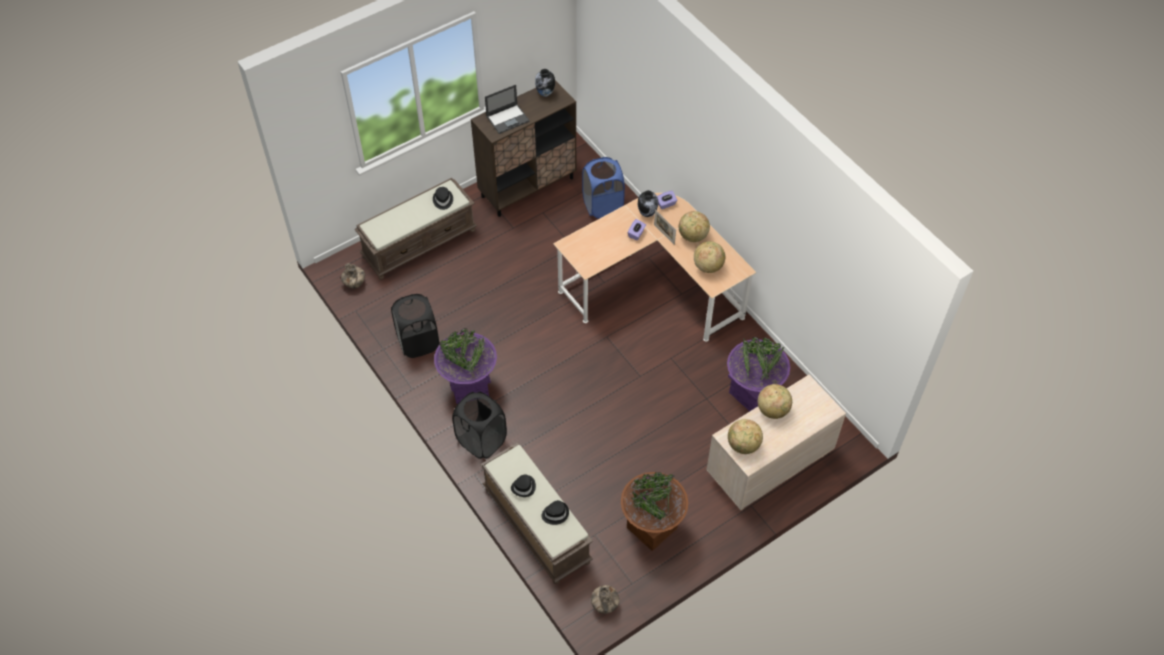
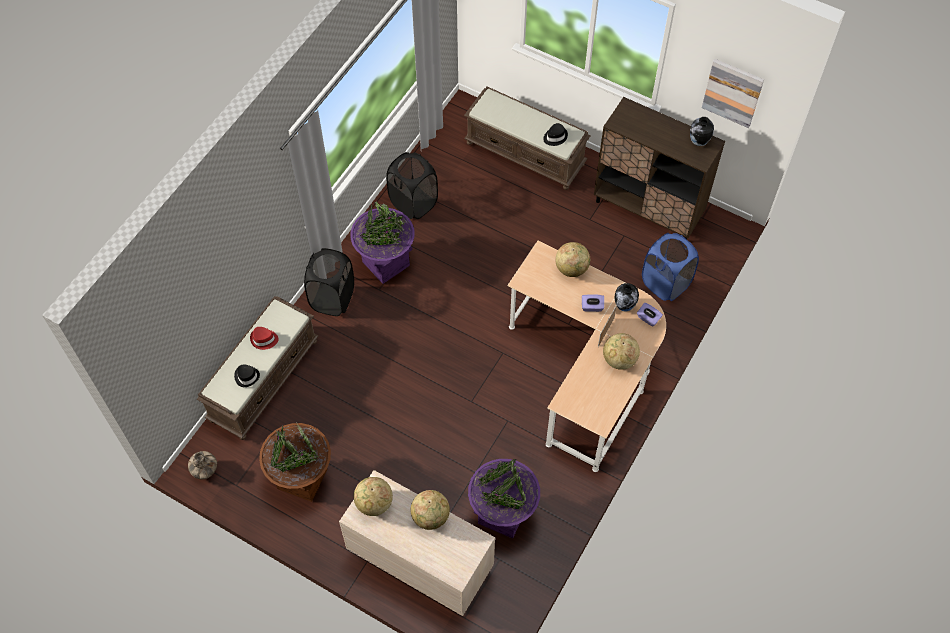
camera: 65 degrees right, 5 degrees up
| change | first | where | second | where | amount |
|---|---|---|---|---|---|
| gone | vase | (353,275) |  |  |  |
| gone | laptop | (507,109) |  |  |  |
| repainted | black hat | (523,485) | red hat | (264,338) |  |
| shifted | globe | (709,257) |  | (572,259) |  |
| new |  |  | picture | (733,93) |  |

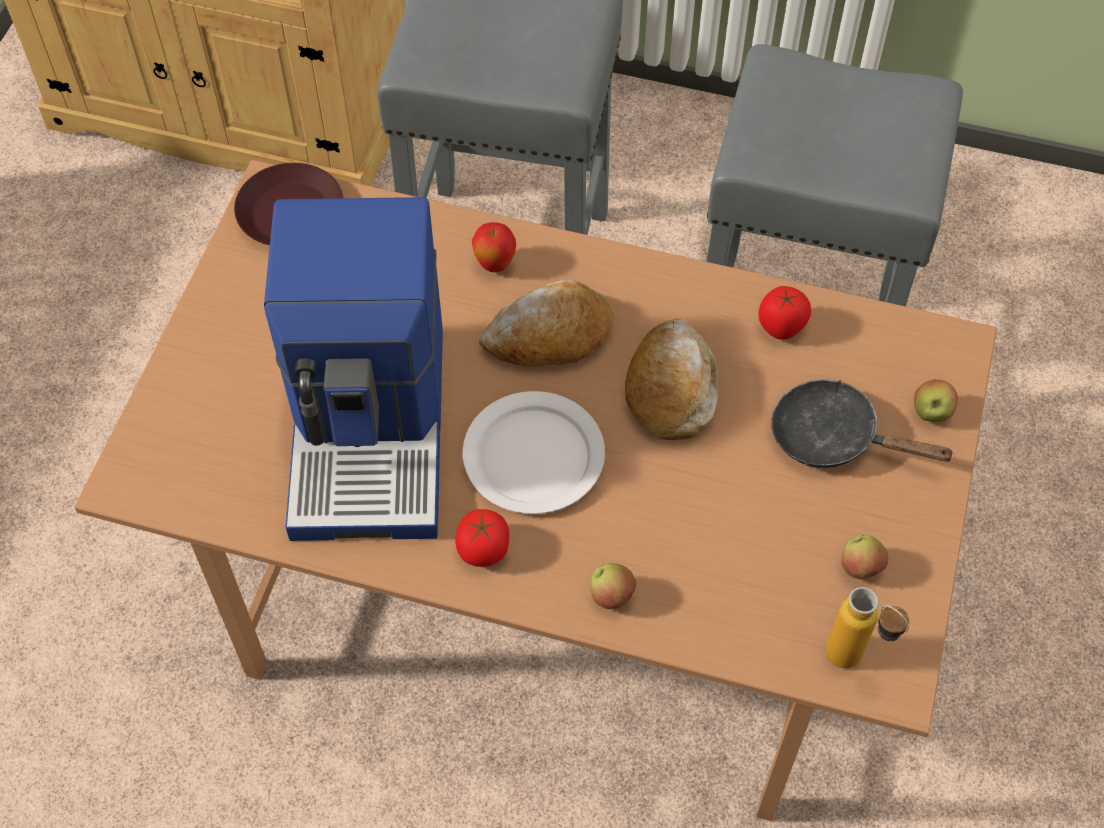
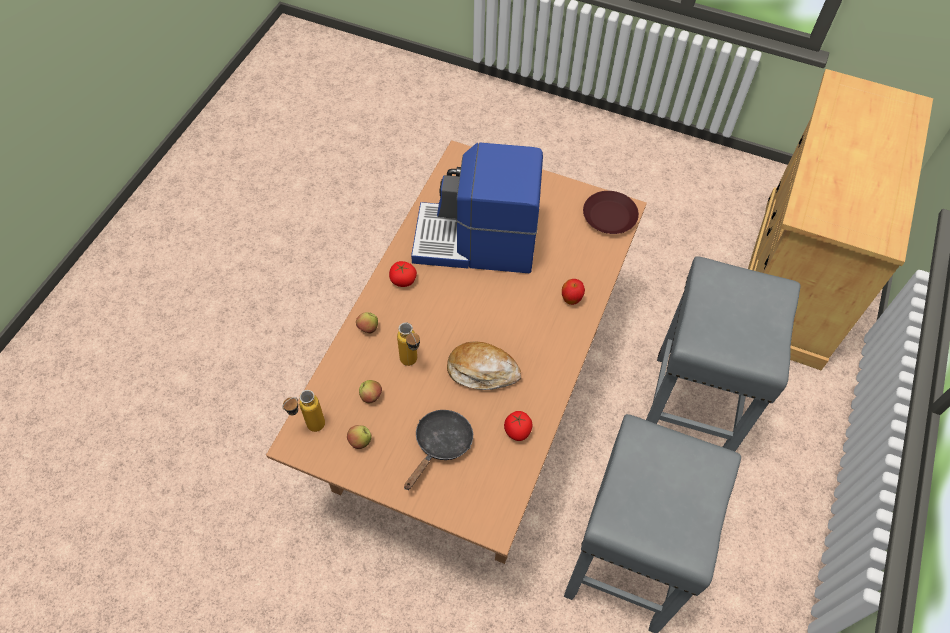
camera: 95 degrees right, 0 degrees up
| change | first | where | second | where | amount |
|---|---|---|---|---|---|
| gone | white plate | (534,452) |  |  |  |
| gone | bread | (546,323) |  |  |  |
| shifted | apple | (936,400) |  | (370,391) |  |
| new |  |  | bottle | (408,344) |  |

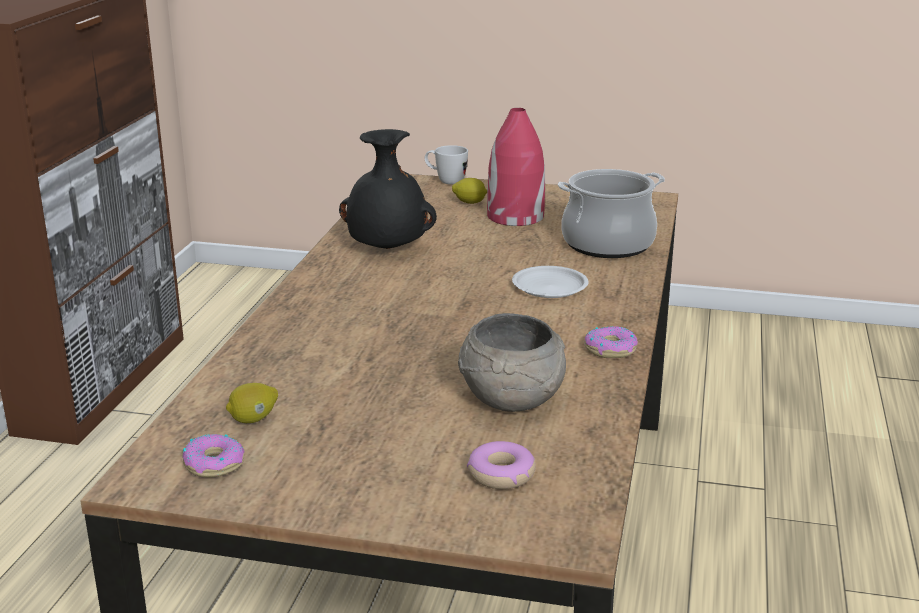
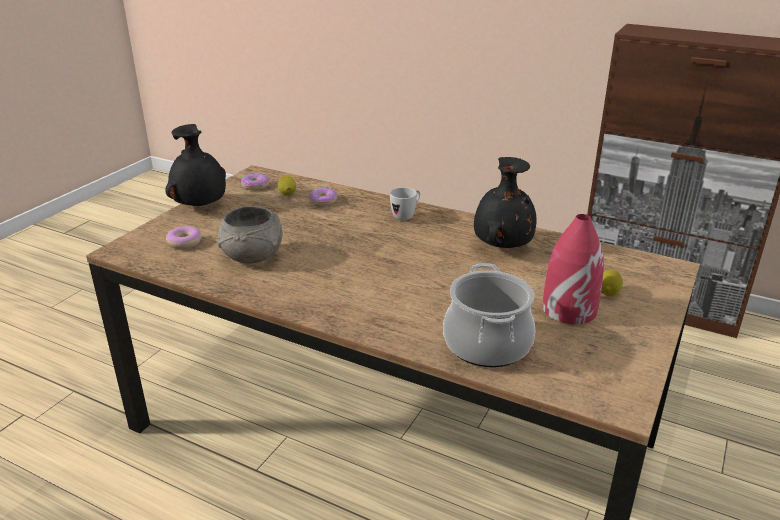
camera: 105 degrees right, 5 degrees up
| change | first | where | second | where | amount |
|---|---|---|---|---|---|
| shifted | white mug | (446,165) |  | (405,203) |  |
| gone | white plate | (550,282) |  |  |  |
| shifted | donut | (611,342) |  | (323,196) |  |
| new |  |  | black vase | (195,165) |  |

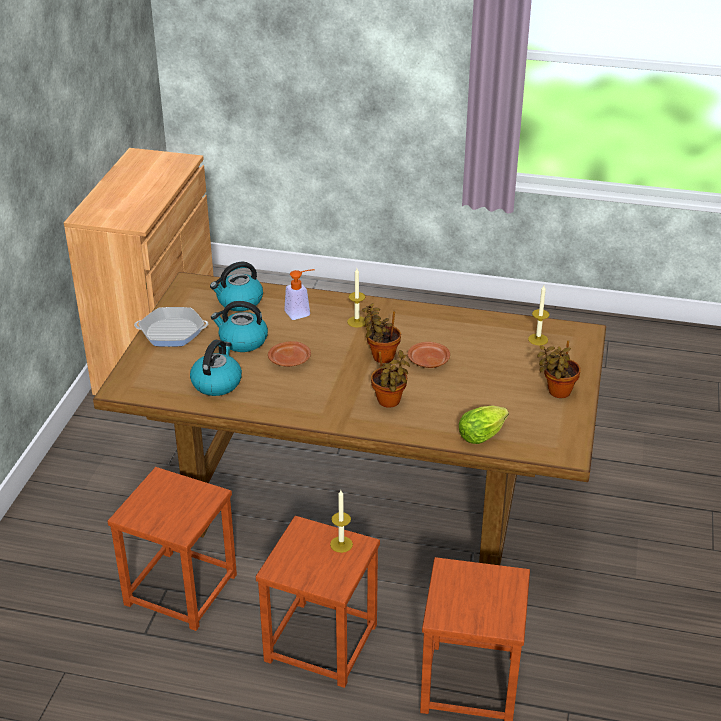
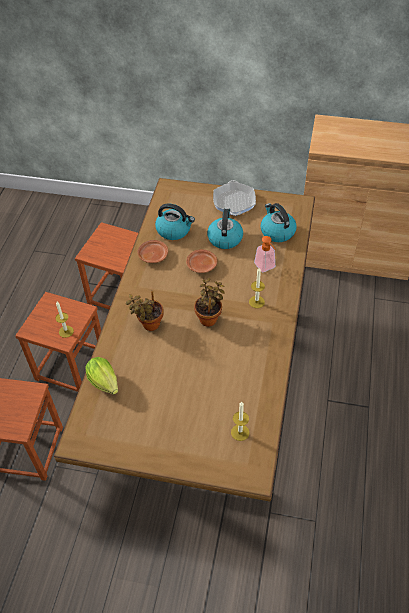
camera: 90 degrees right, 15 degrees up
| change | first | where | second | where | amount |
|---|---|---|---|---|---|
| shifted | brown plate | (428,355) |  | (152,251) |  |
| gone | potted plant | (559,369) |  |  |  |

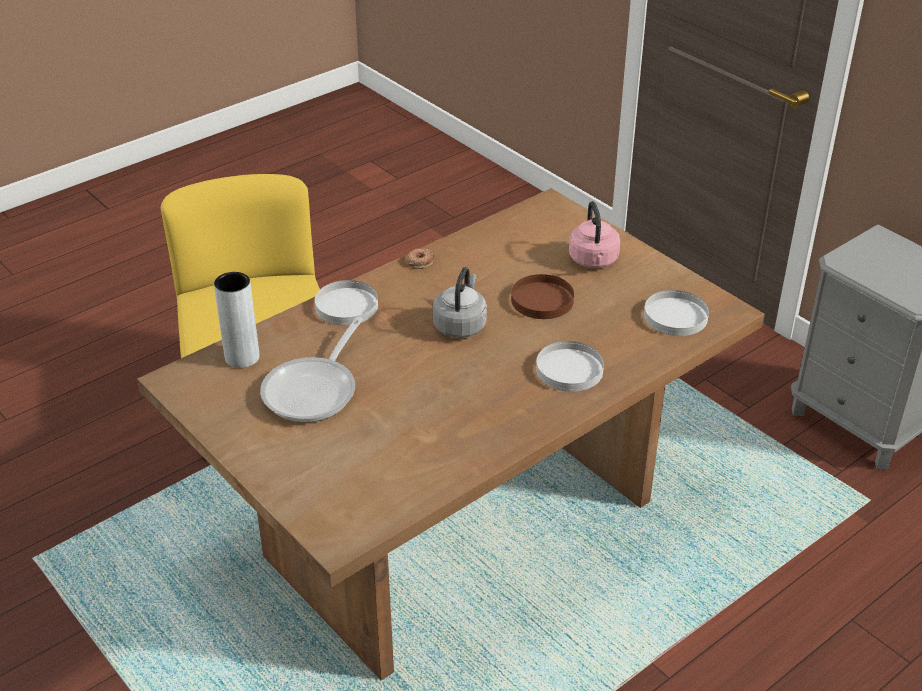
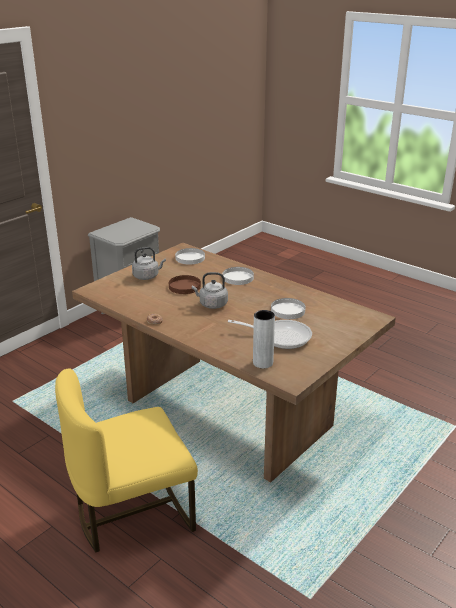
camera: 100 degrees left, 10 degrees down
| change | first | where | second | where | amount |
|---|---|---|---|---|---|
| shifted | white plate | (346,302) |  | (288,308) |  |
| repainted | pink kettle | (594,234) | grey kettle | (149,263) |  |

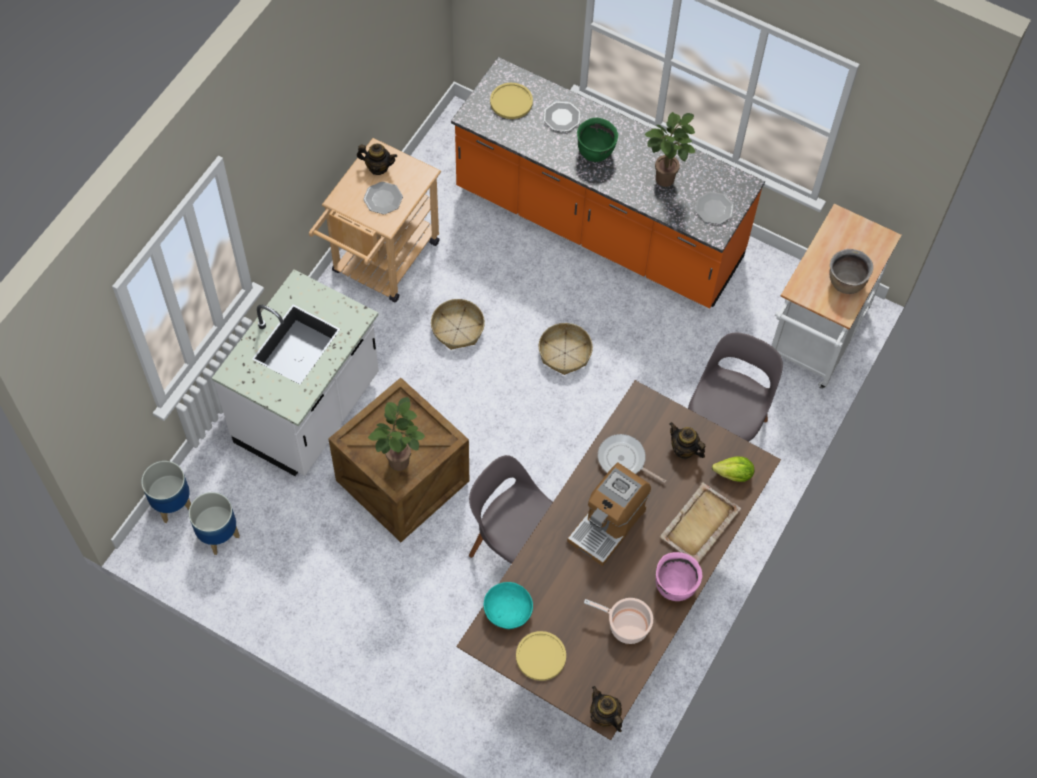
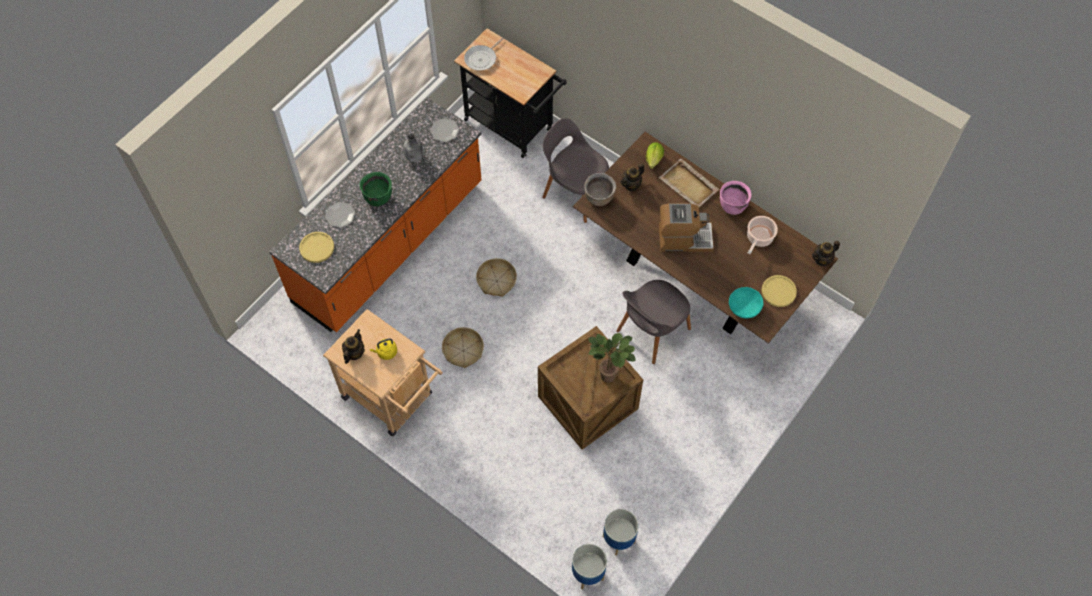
camera: 80 degrees left, 0 degrees up
| change | first | where | second | where | amount |
|---|---|---|---|---|---|
| gone | white counter | (295,372) |  |  |  |
| swapped | plate | (383,198) | yellow kettle | (383,349) |  |
| rotated | coffee machine | (609,514) |  | (686,227) | 45 degrees counterclockwise |
| shifted | frying pan | (632,458) |  | (483,54) |  |
| swapped | potted plant | (670,149) | grey bottle | (413,147) |  |
| repainted | white cart | (836,296) | black cart | (510,93) |  |
| shifted | brown cooking pot | (851,271) |  | (600,189) |  |

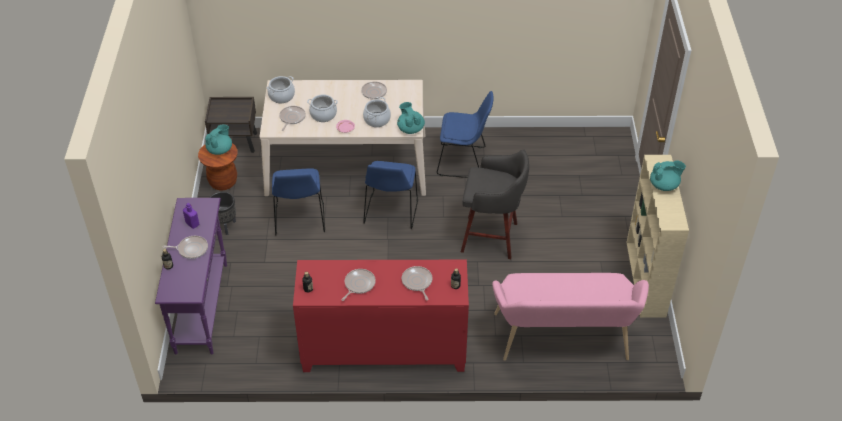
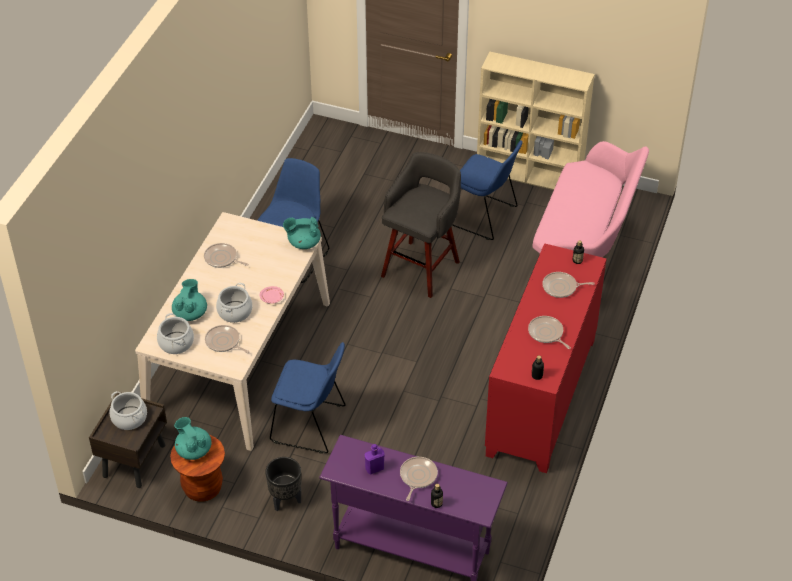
camera: 70 degrees left, 0 degrees up
| change | first | where | second | where | amount |
|---|---|---|---|---|---|
| shifted | cooking pot | (377,112) |  | (128,410) |  |
| shifted | blue chair | (390,195) |  | (487,190) |  |
| shifted | turquoise teapot | (668,175) |  | (189,300) |  |

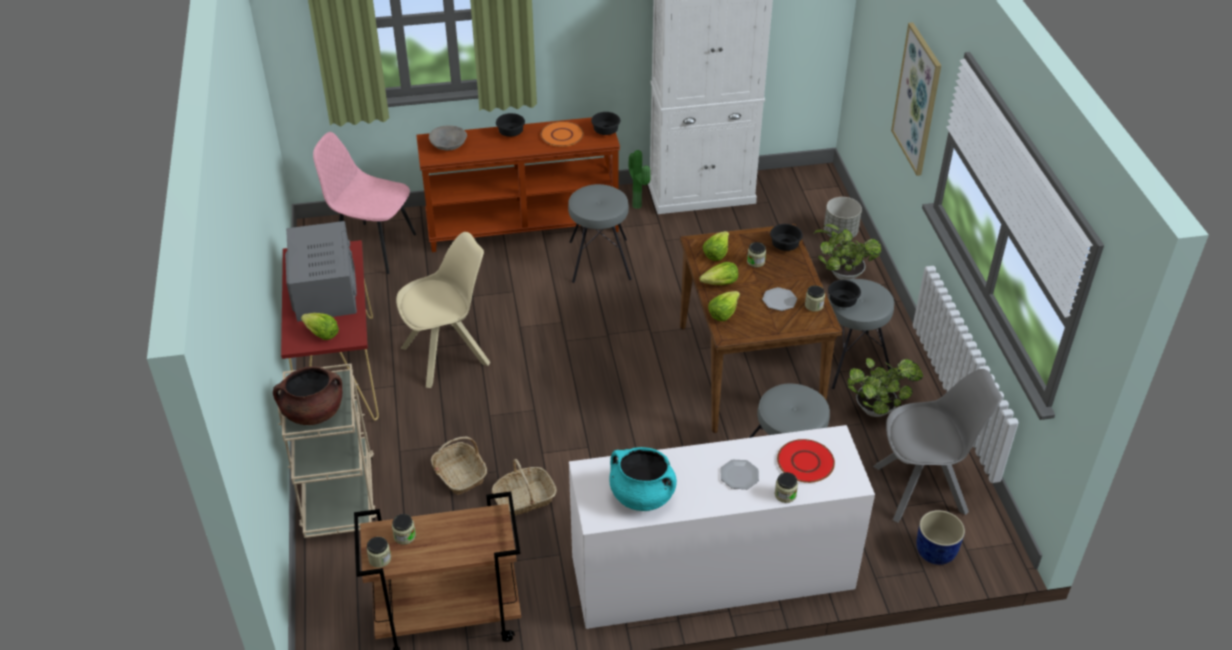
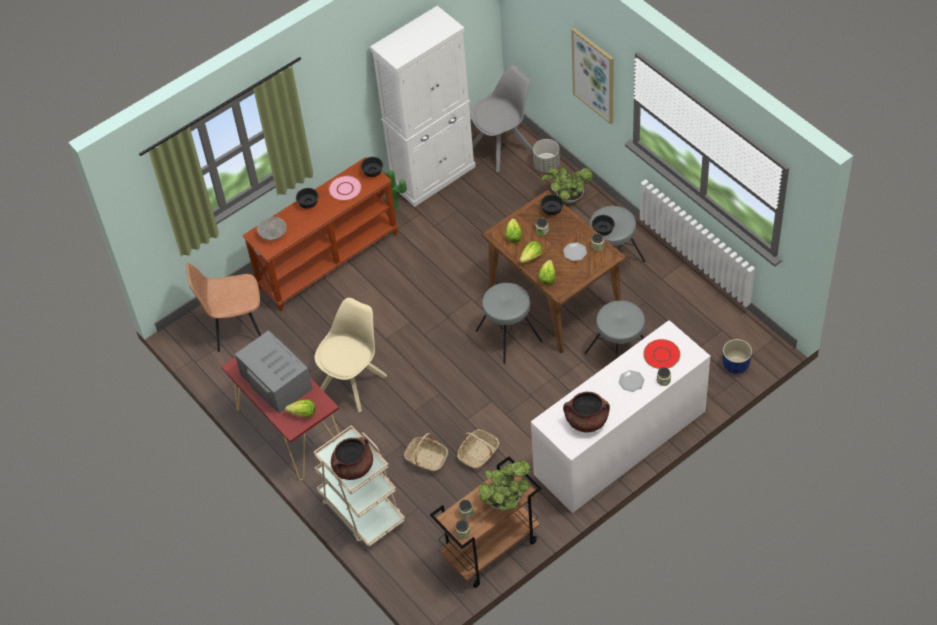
camera: 25 degrees left, 10 degrees up
| change | first | where | second | where | amount |
|---|---|---|---|---|---|
| repainted | pink chair | (364,203) | brown chair | (223,307) |  |
| repainted | orange plate | (562,134) | pink plate | (345,188) |  |
| shifted | grey stool | (600,233) |  | (509,323) |  |
| repainted | turquoise cooking pot | (643,479) | brown cooking pot | (586,412) |  |
| shifted | potted plant | (885,387) |  | (505,485) |  |
| shifted | grey chair | (937,446) |  | (501,118) |  |

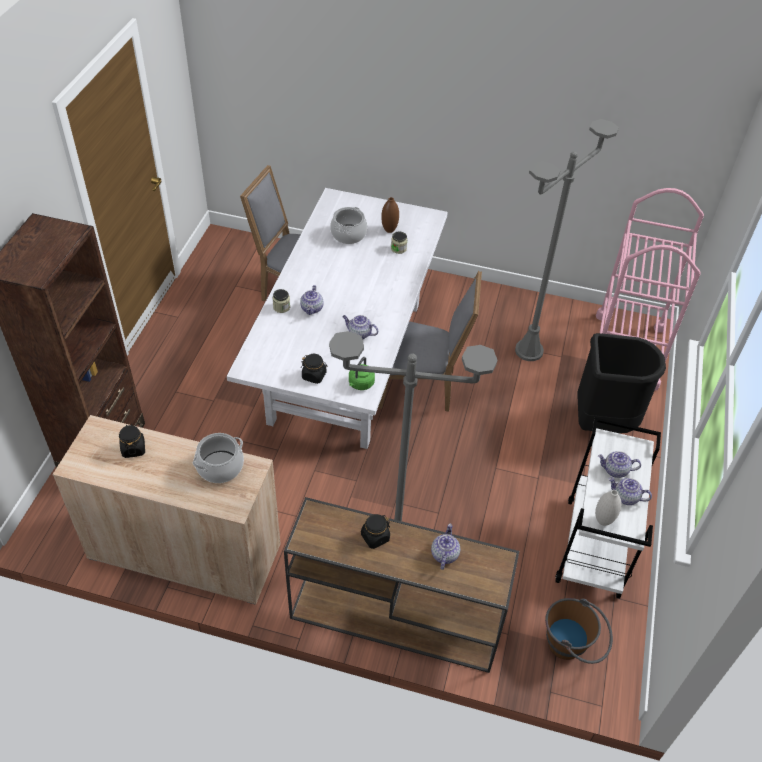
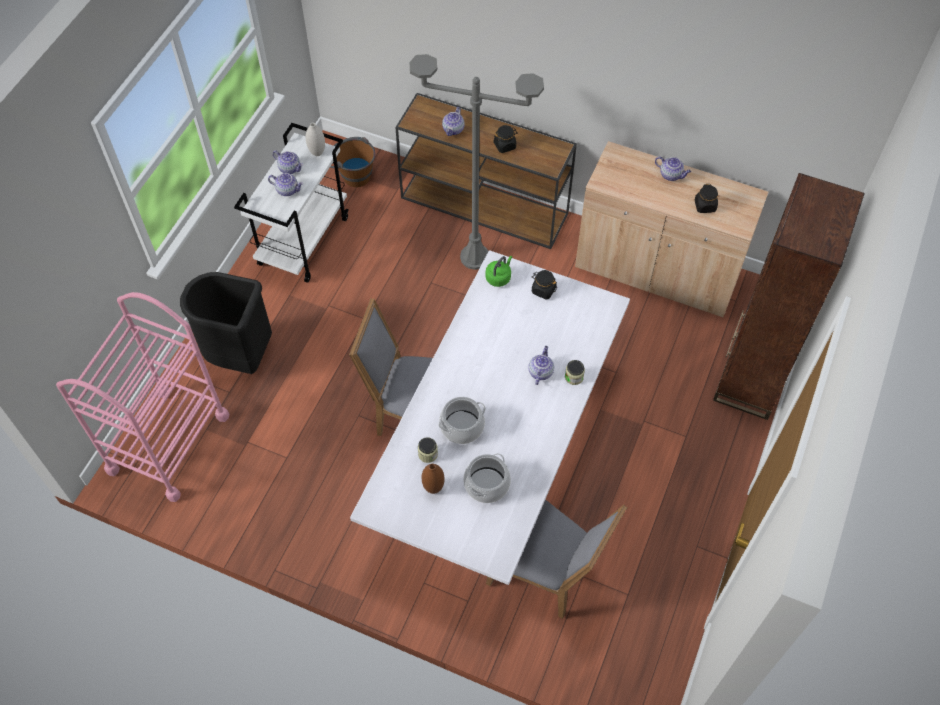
camera: 170 degrees left, 10 degrees up
| change | first | where | second | where | amount |
|---|---|---|---|---|---|
| shifted | cooking pot | (218,458) |  | (462,420) |  |
| shifted | teapot | (360,327) |  | (673,168) |  |
| gone | grey floor lamp | (567,240) |  |  |  |

